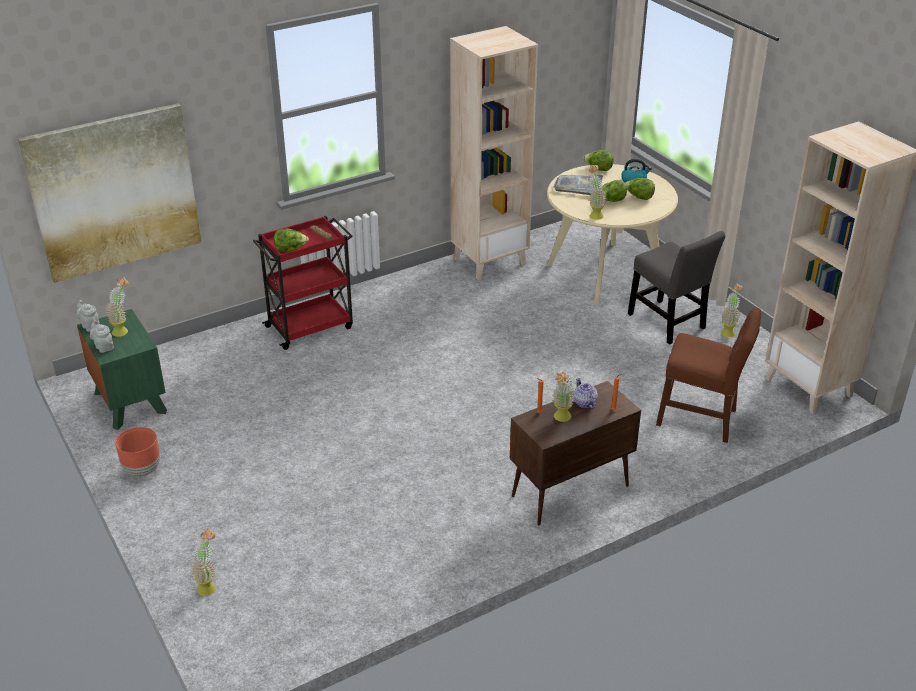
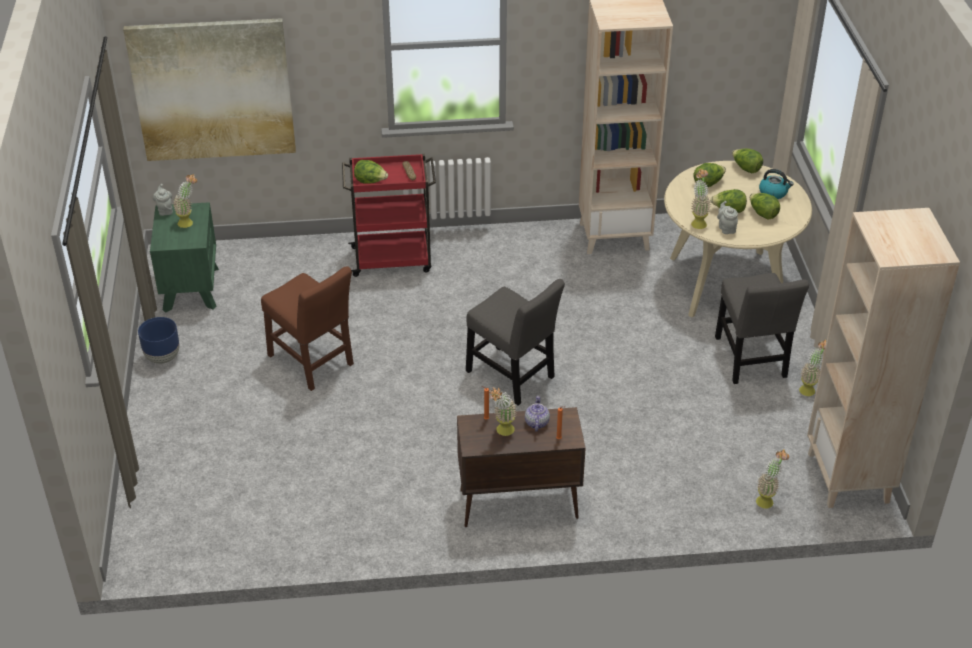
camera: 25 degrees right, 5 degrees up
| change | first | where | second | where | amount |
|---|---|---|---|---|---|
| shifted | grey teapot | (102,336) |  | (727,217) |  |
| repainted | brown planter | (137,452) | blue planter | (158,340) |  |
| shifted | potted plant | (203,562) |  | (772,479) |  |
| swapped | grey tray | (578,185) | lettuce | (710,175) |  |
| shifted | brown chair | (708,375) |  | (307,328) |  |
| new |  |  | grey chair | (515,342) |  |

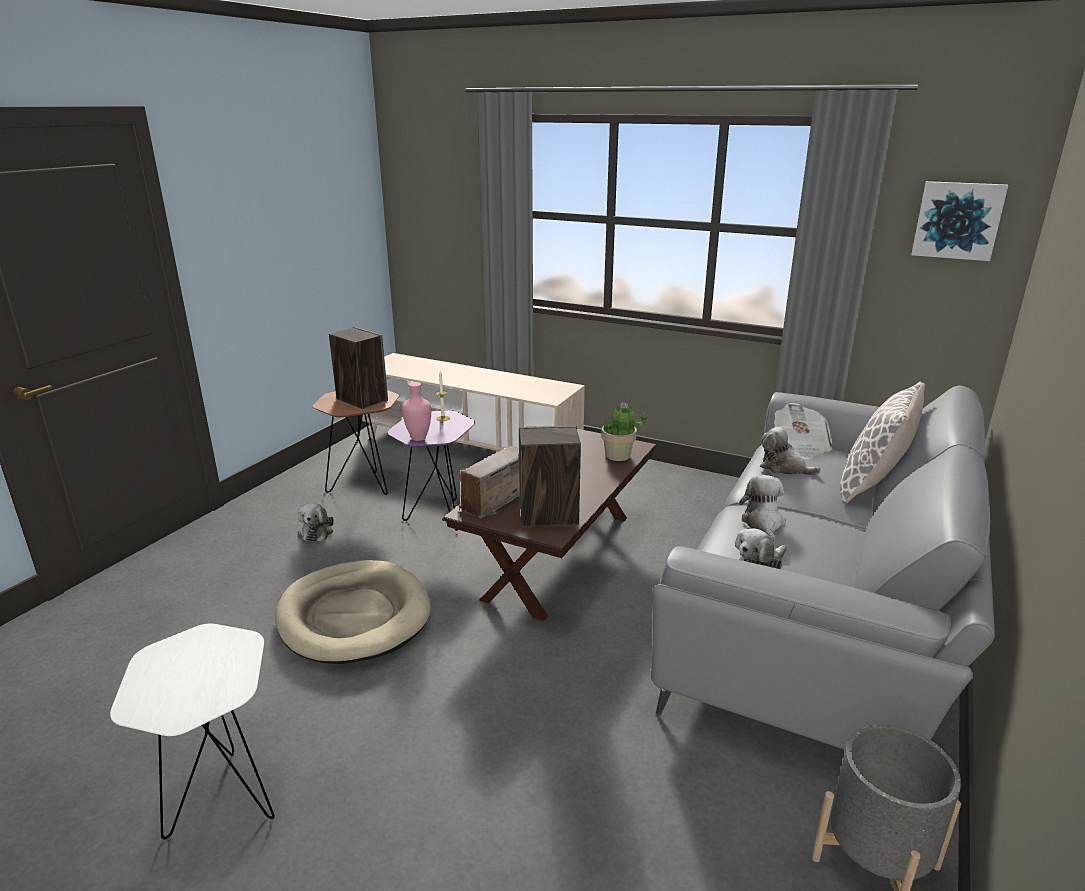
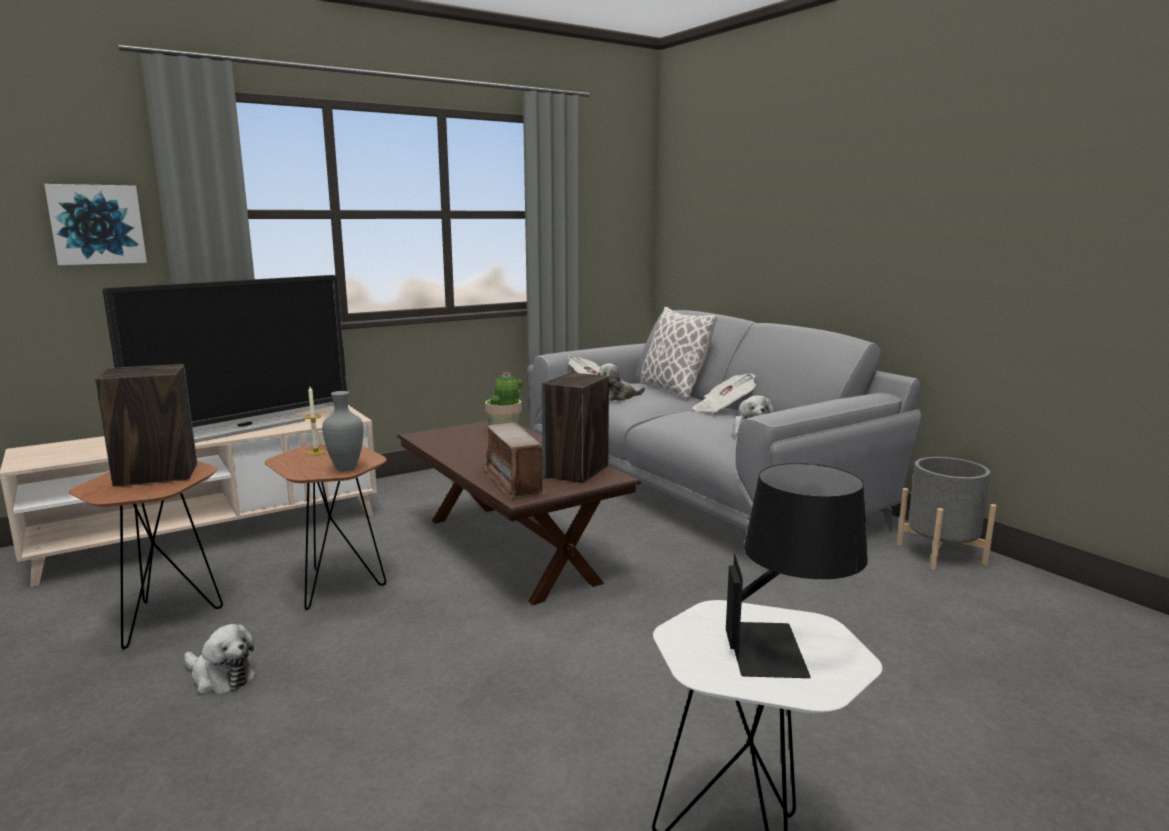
camera: 60 degrees left, 10 degrees down
| change | first | where | second | where | amount |
|---|---|---|---|---|---|
| gone | beige dog bed | (353,612) |  |  |  |
| repainted | purple side table | (431,470) | brown side table | (326,527) |  |
| repainted | pink vase | (416,411) | grey vase | (342,431) |  |
| gone | plush toy | (762,508) |  |  |  |
| shifted | picture | (959,221) |  | (95,224) |  |
| new |  |  | television | (225,359) |  |
| new |  |  | newspaper | (724,393) |  |
| new |  |  | black table lamp | (797,570) |  |

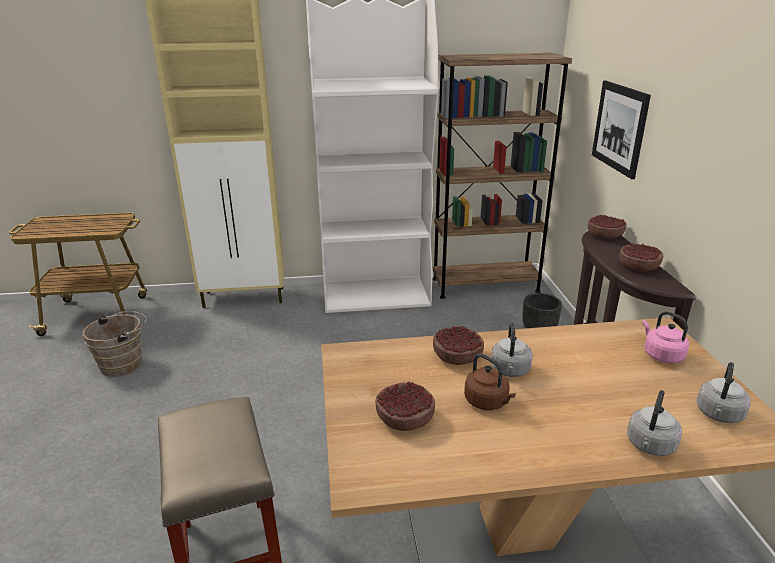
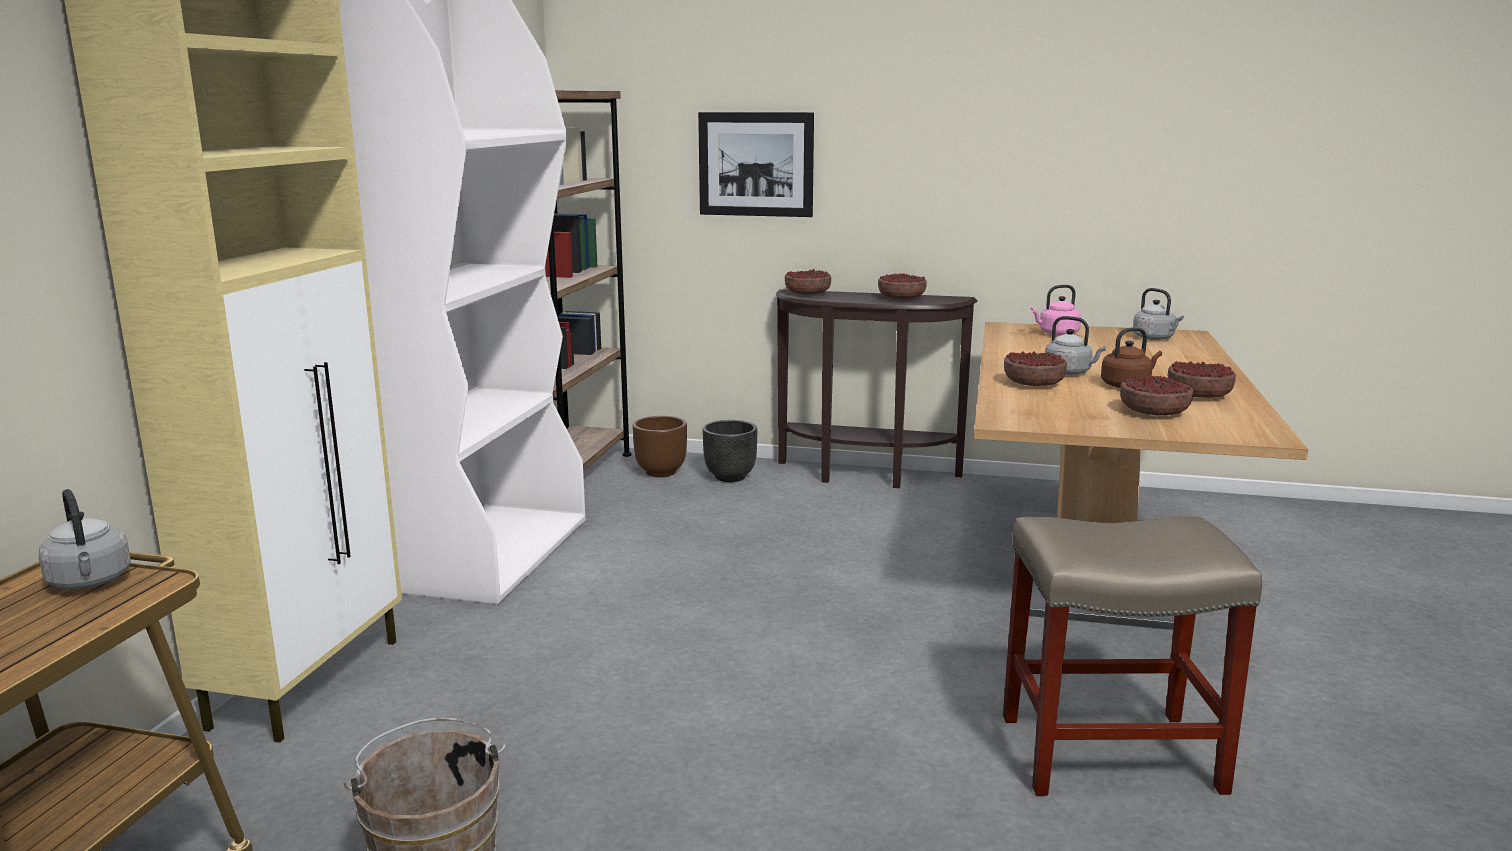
camera: 70 degrees left, 10 degrees down
| change | first | where | second | where | amount |
|---|---|---|---|---|---|
| shifted | grey kettle | (654,423) |  | (84,539) |  |
| new |  |  | brown planter | (659,446) |  |
| new |  |  | bowl | (1202,379) |  |

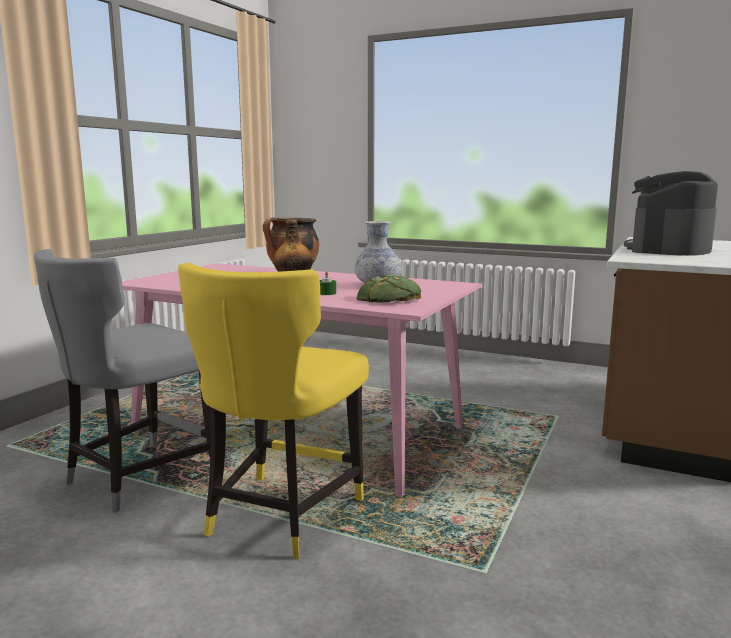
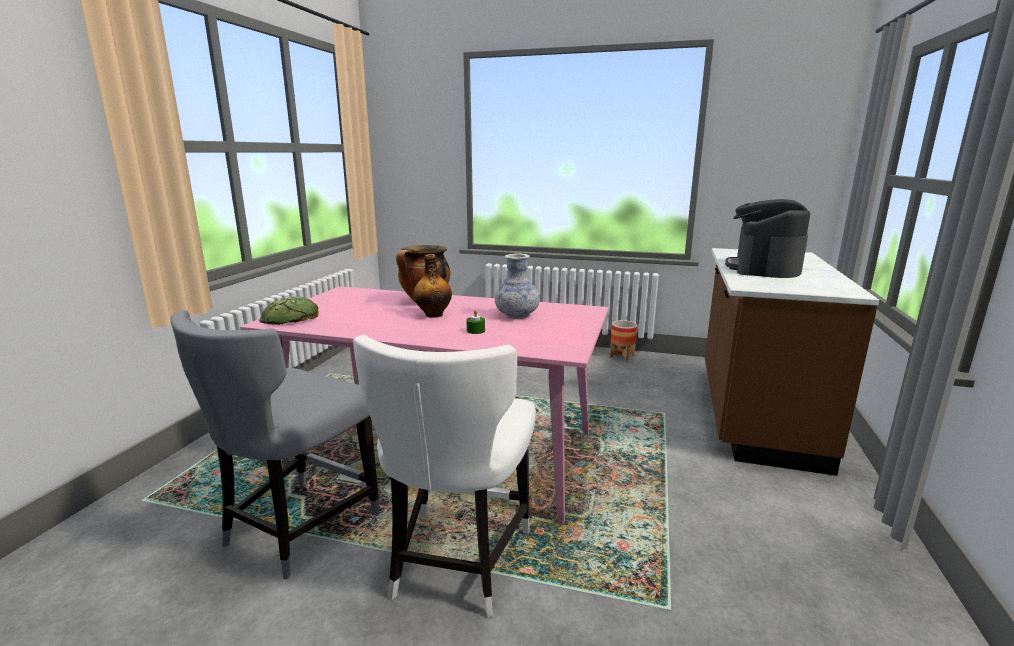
camera: 10 degrees left, 5 degrees up
| change | first | where | second | where | amount |
|---|---|---|---|---|---|
| repainted | yellow chair | (273,410) | white chair | (444,476) |  |
| shifted | bread | (389,288) |  | (289,310) |  |
| new |  |  | planter | (623,340) |  |

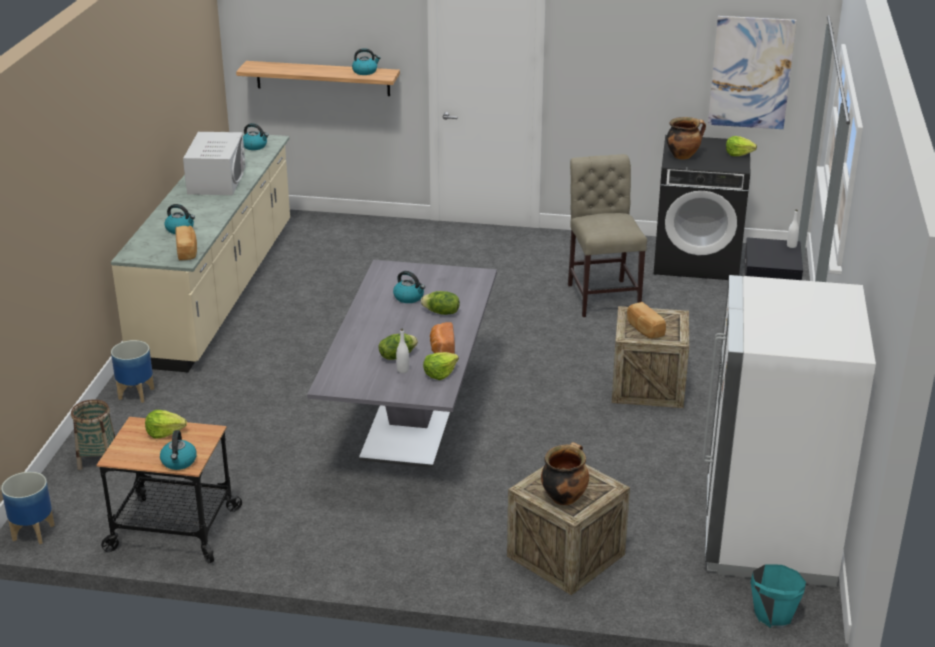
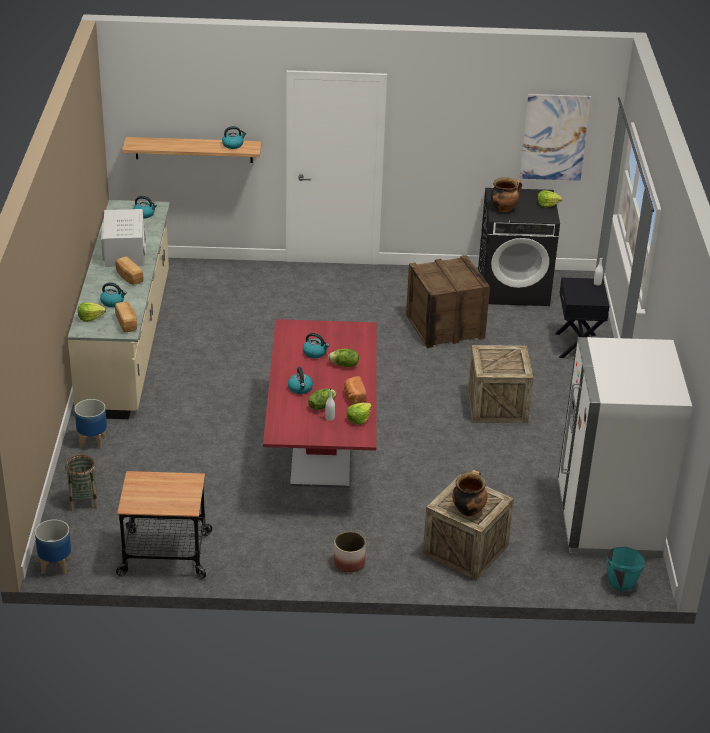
camera: 10 degrees left, 5 degrees up
| change | first | where | second | where | amount |
|---|---|---|---|---|---|
| shifted | lettuce | (166,424) |  | (92,312) |  |
| shifted | kettle | (178,450) |  | (300,380) |  |
| repainted | grey dining table | (402,364) | red dining table | (320,403) |  |
| swapped | beige chair | (607,235) | crate | (448,301) |  |
| shifted | bread | (646,320) |  | (129,270) |  |
| new |  |  | planter | (350,552) |  |

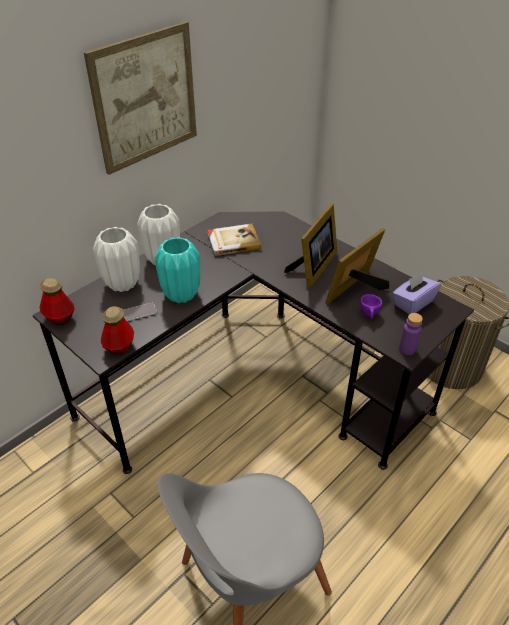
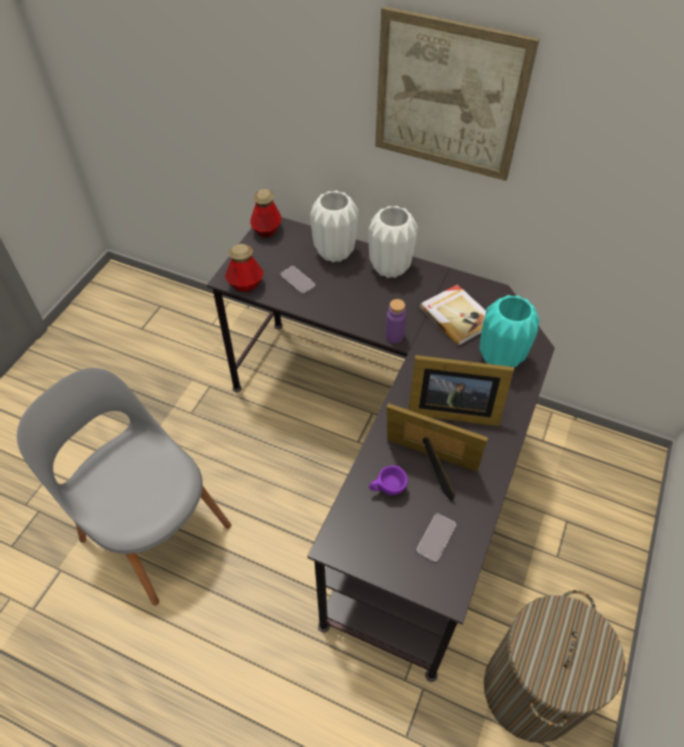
camera: 70 degrees right, 10 degrees up
| change | first | where | second | where | amount |
|---|---|---|---|---|---|
| shifted | turquoise vase | (177,270) |  | (509,331) |  |
| swapped | purple tissue box | (416,293) | phone | (436,538) |  |
| shifted | purple bottle | (411,334) |  | (396,321) |  |

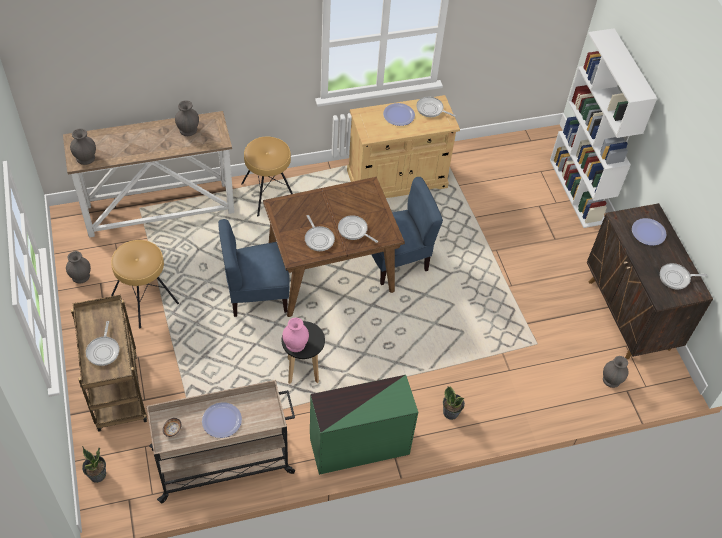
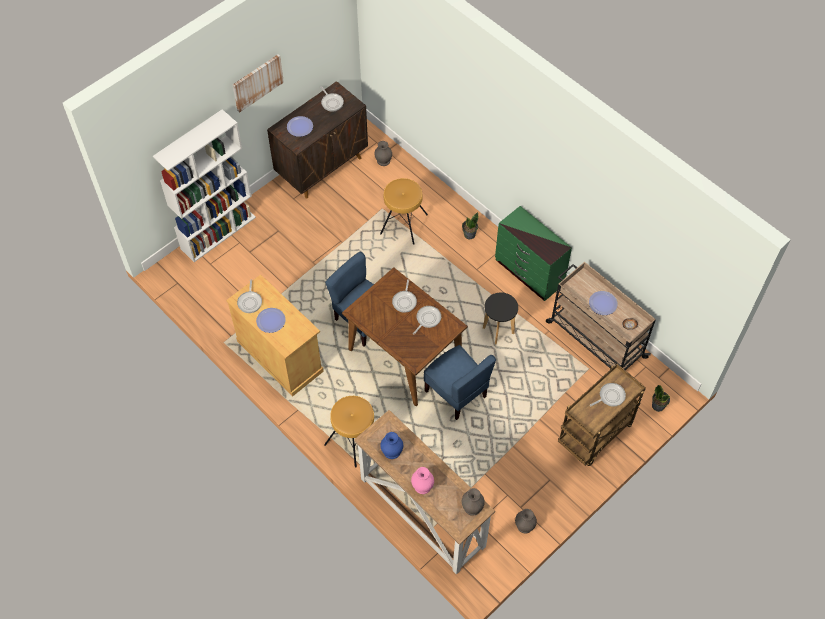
camera: 115 degrees left, 5 degrees up
| change | first | where | second | where | amount |
|---|---|---|---|---|---|
| shifted | brown stool | (145,284) |  | (404,211) |  |
| repainted | grey vase | (187,118) | blue vase | (391,445) |  |
| shifted | pink vase | (295,335) |  | (422,480) |  |
| new |  |  | picture | (258,83) |  |

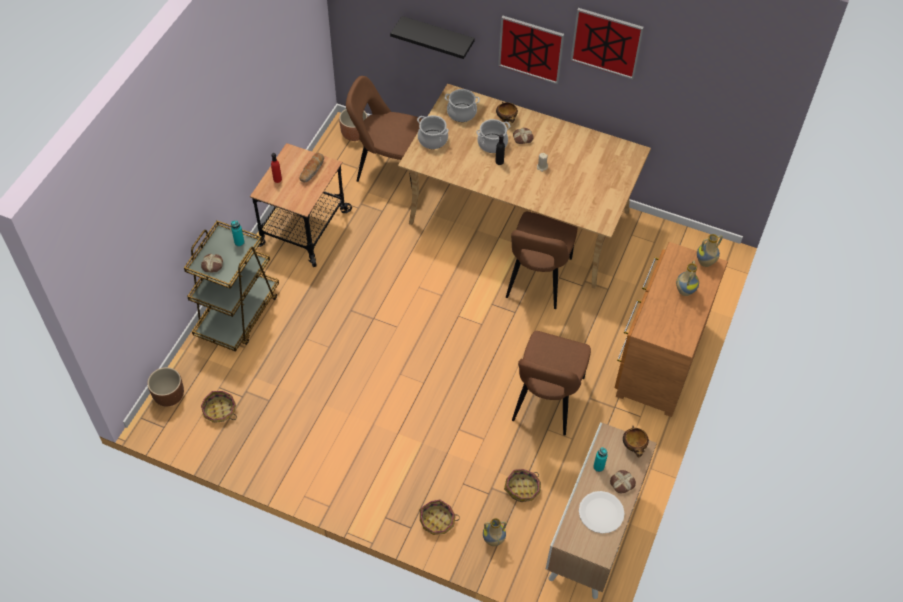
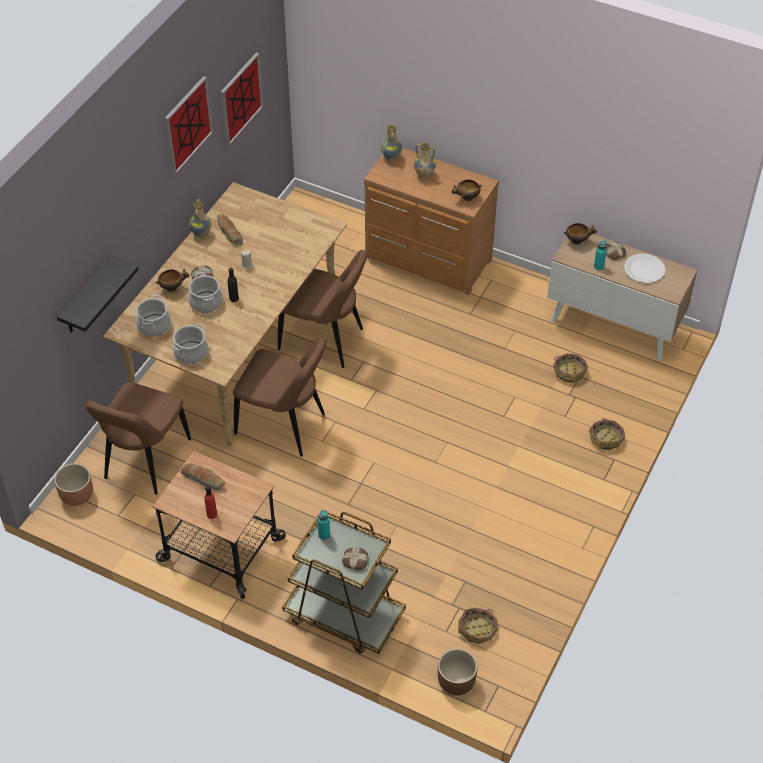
camera: 85 degrees left, 5 degrees down
| change | first | where | second | where | amount |
|---|---|---|---|---|---|
| shifted | vase | (495,532) |  | (200,218) |  |
| shifted | picture | (531,50) |  | (242,99) |  |
| shifted | brown chair | (551,383) |  | (280,396) |  |
| new |  |  | bread | (230,229) |  |
| new |  |  | bowl | (466,190) |  |

